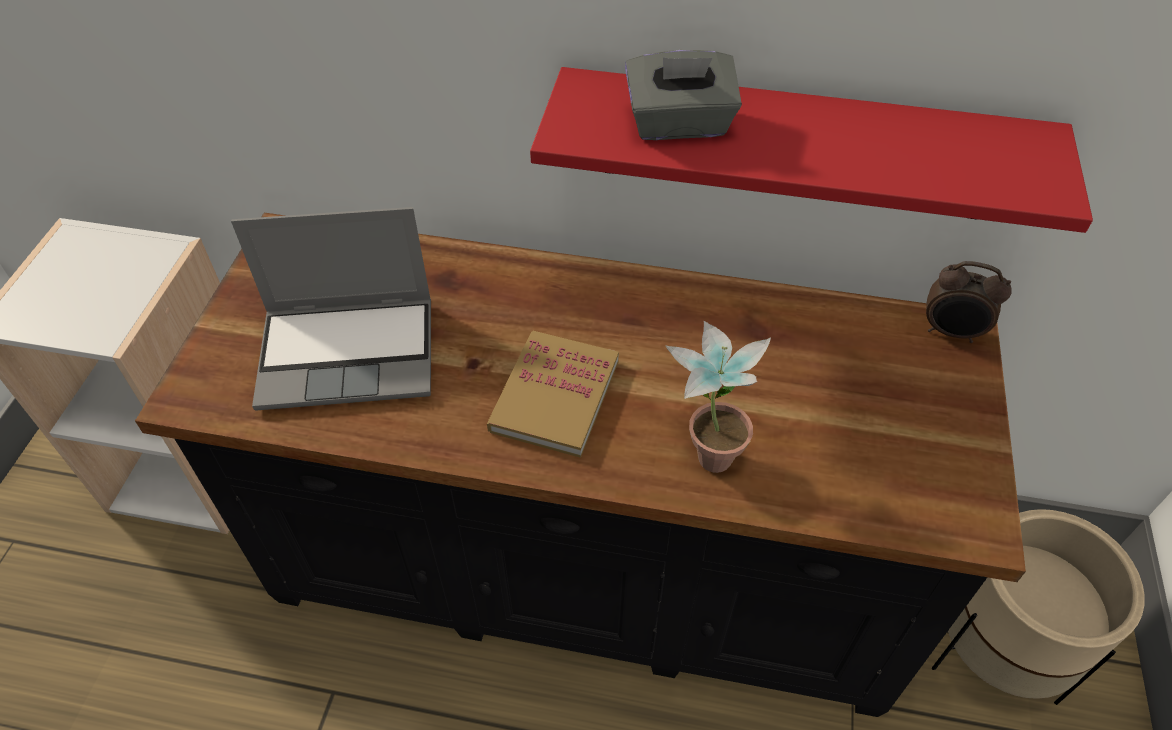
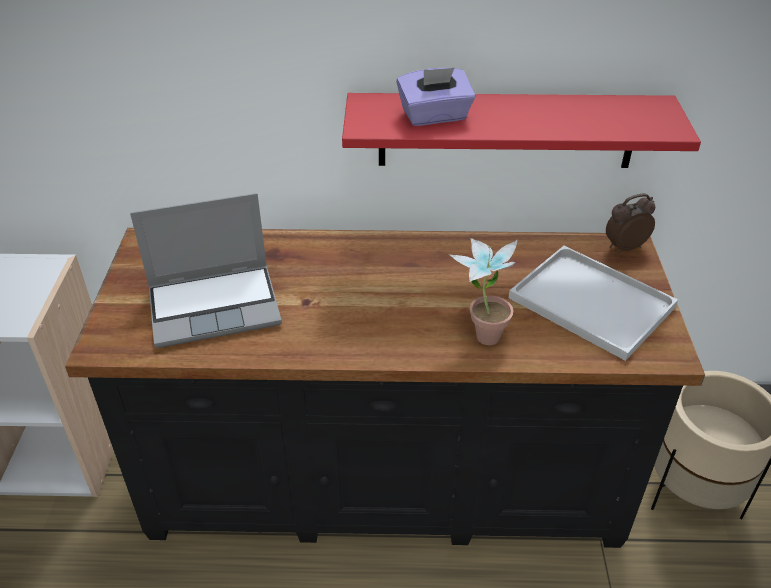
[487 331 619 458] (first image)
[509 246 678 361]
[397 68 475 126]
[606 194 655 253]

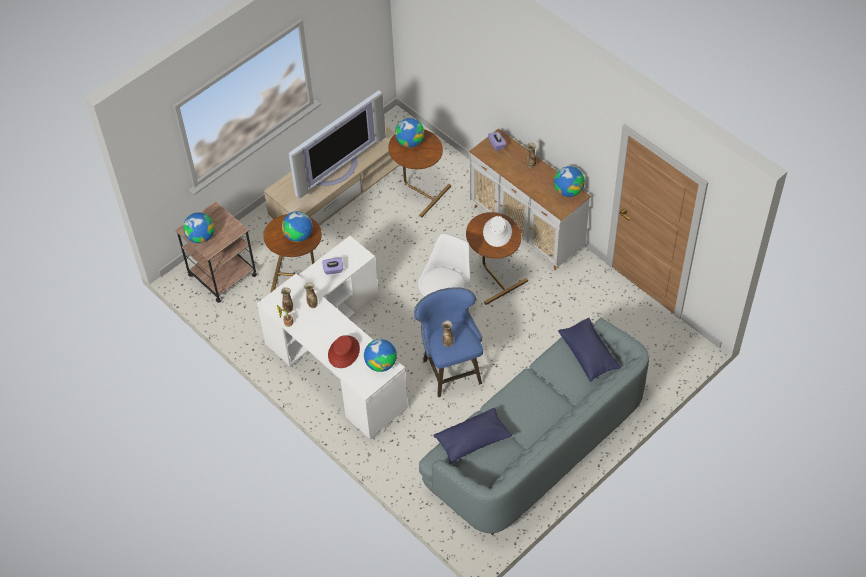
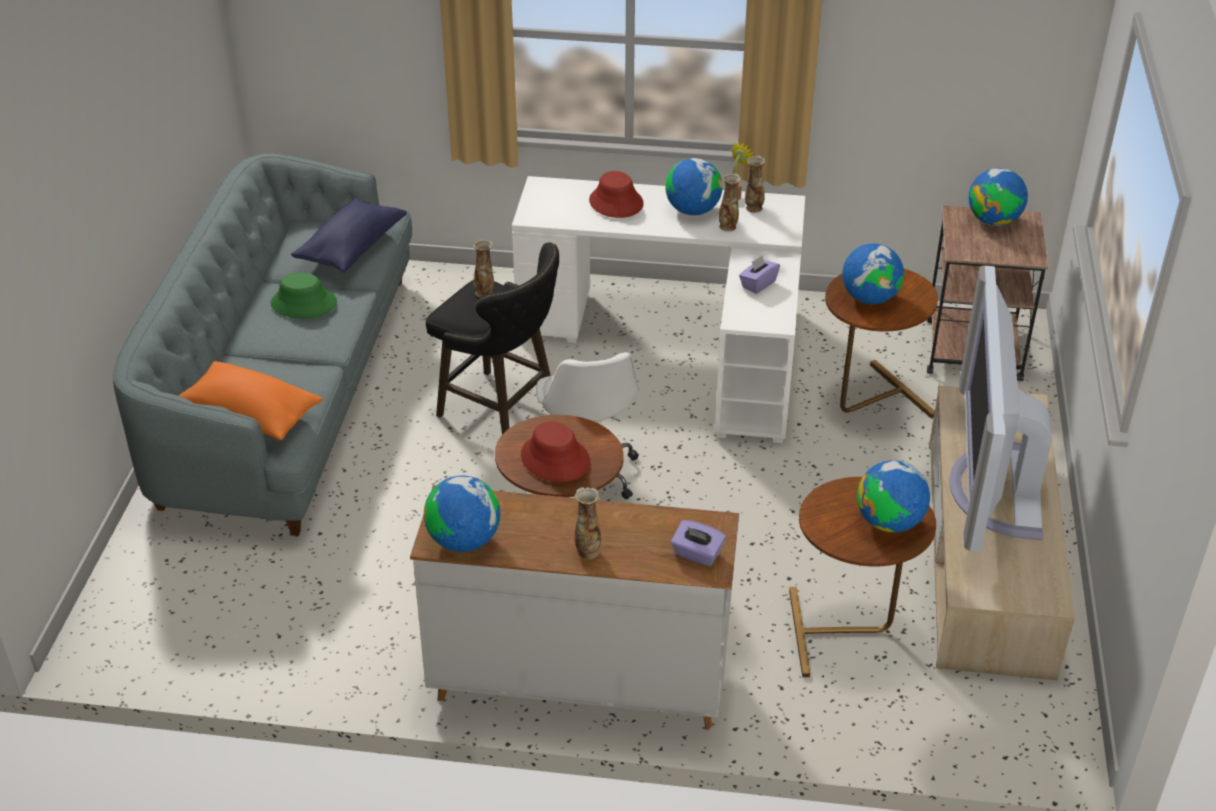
[271 272 337 318]
[666 158 722 216]
[426 242 559 434]
[521 421 590 482]
[178 361 323 440]

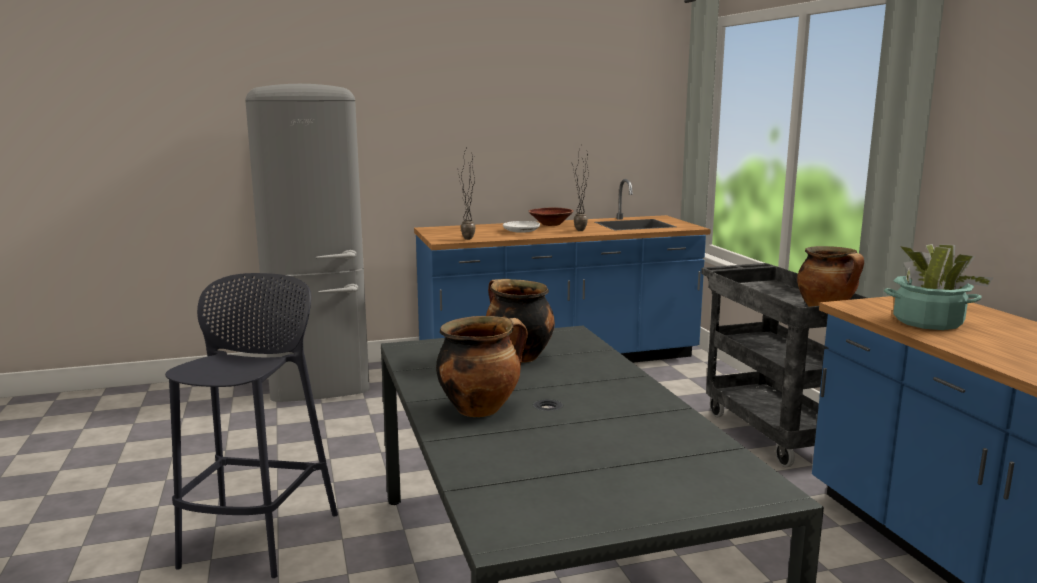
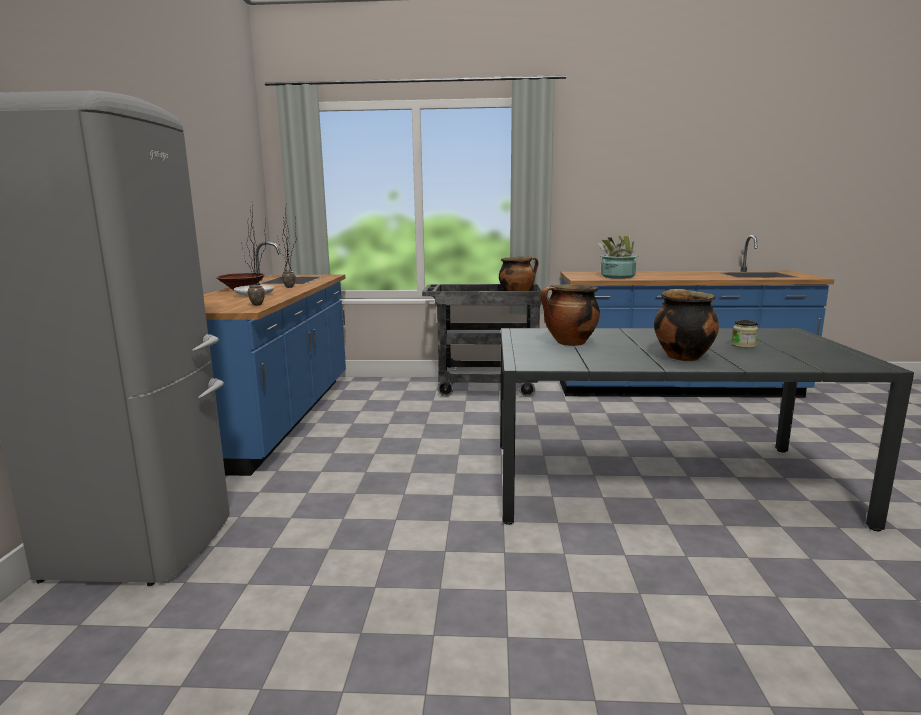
[165 273 338 578] (first image)
[731 320 759 348]

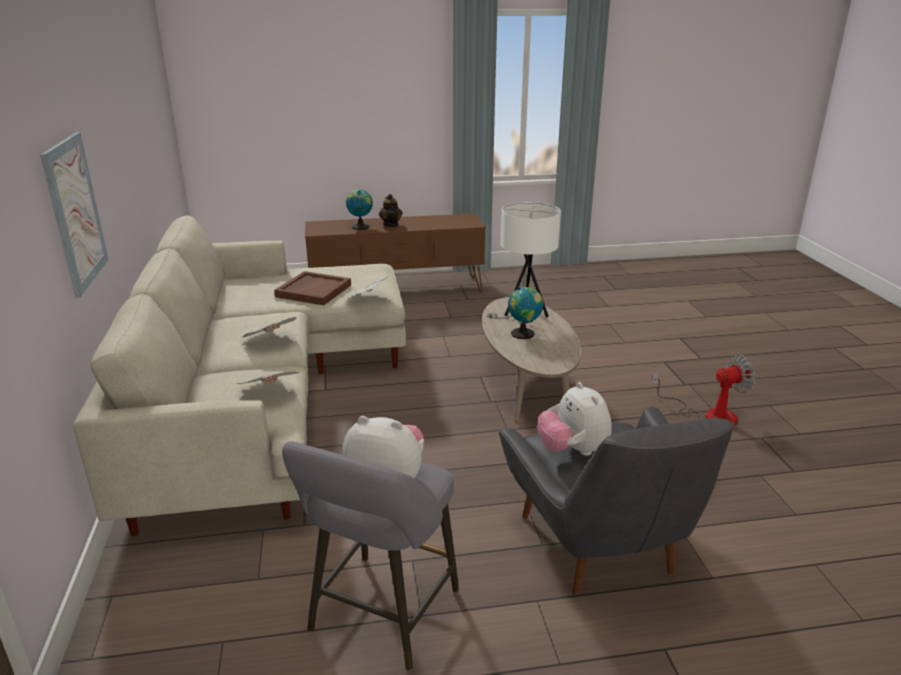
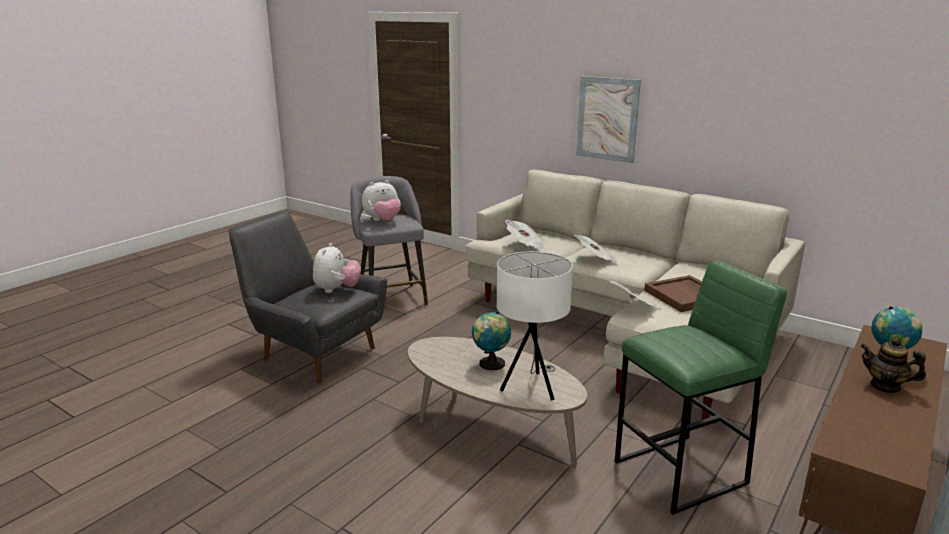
[652 354 756 425] (first image)
[615 261 787 515]
[313 243 361 293]

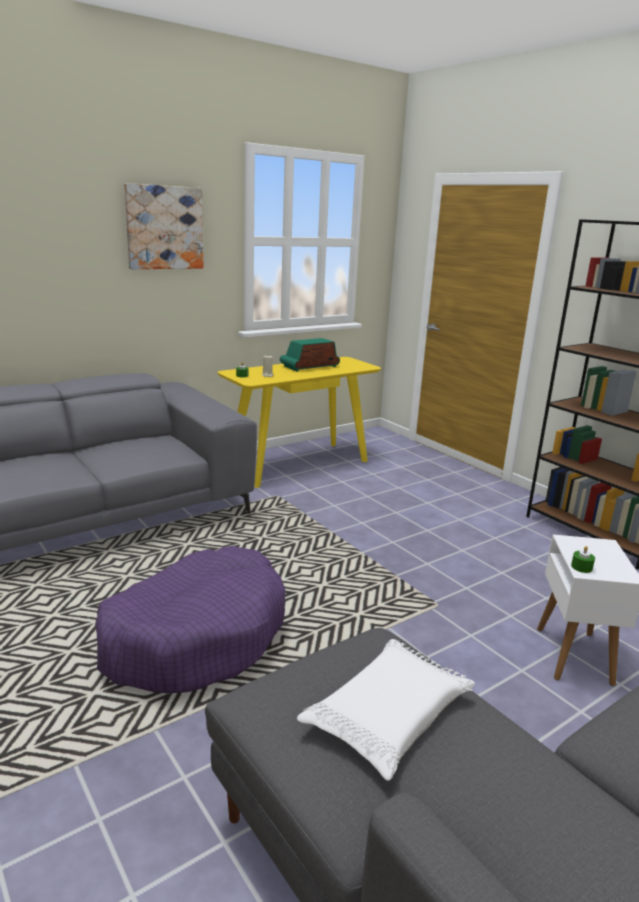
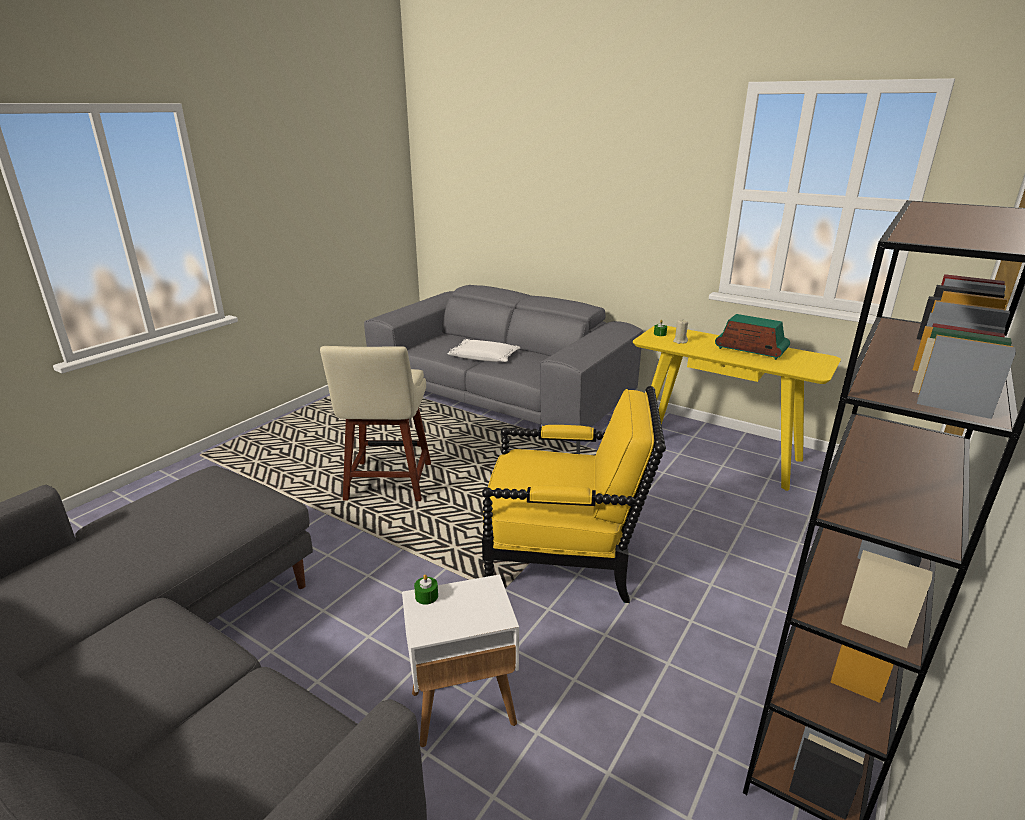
[124 183 203 269] (first image)
[482 386 666 603]
[448 339 520 362]
[320 346 431 501]

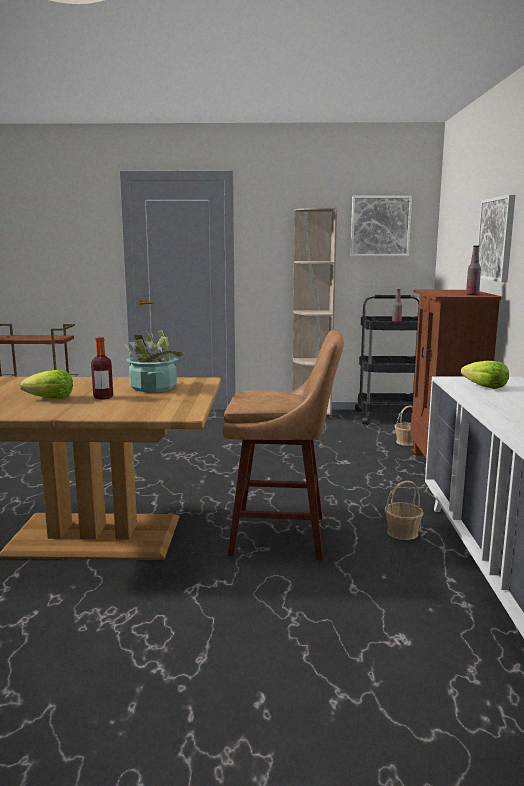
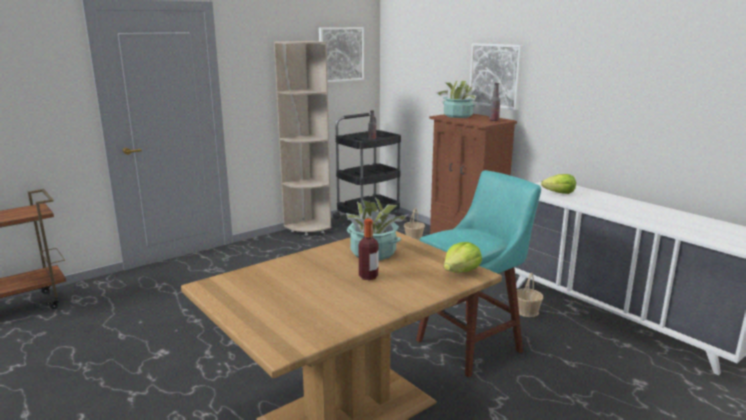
[435 80 476 118]
[444 242 482 273]
[416 170 541 378]

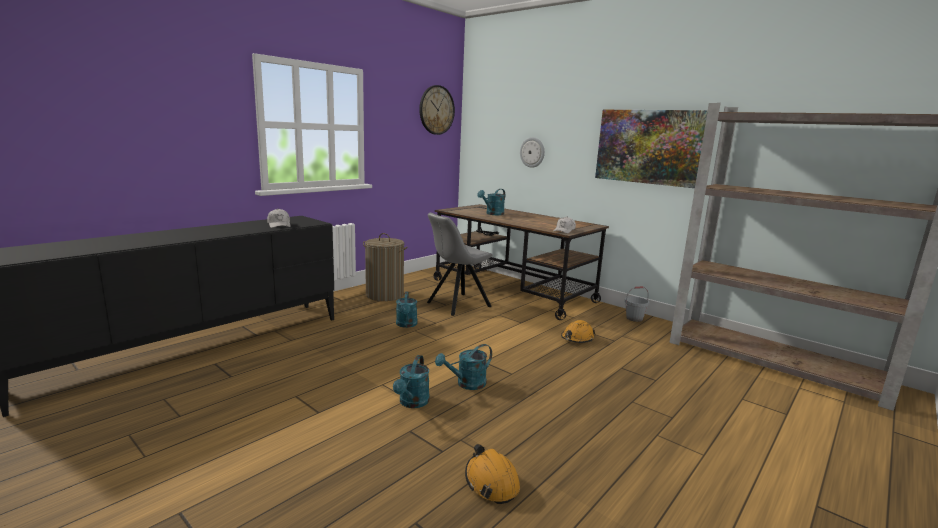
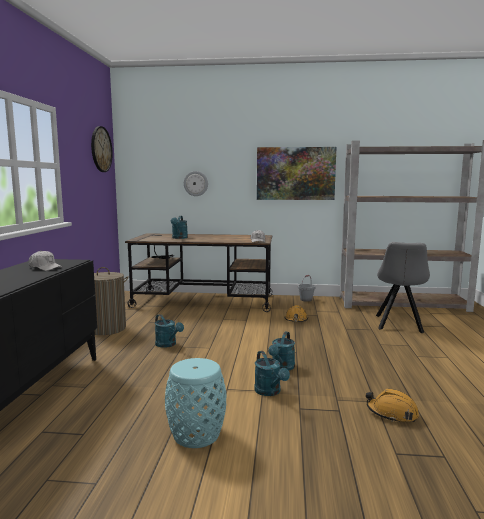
[165 358 226 448]
[376 242 430 333]

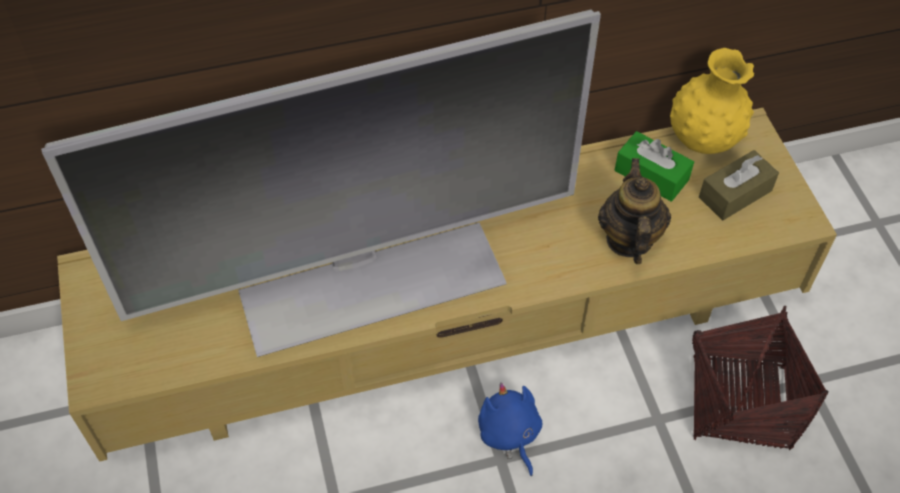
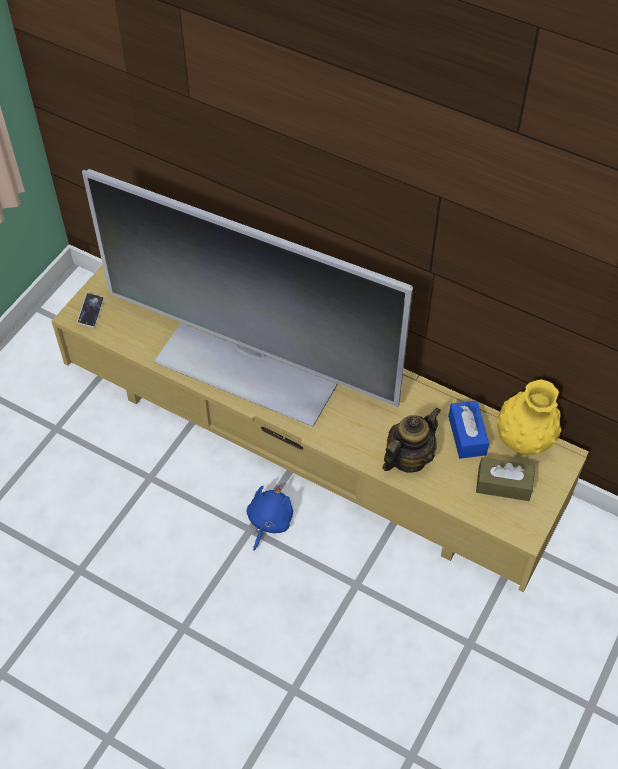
[692 306 828 451] (first image)
[77 293 104 328]
[448 401 489 459]

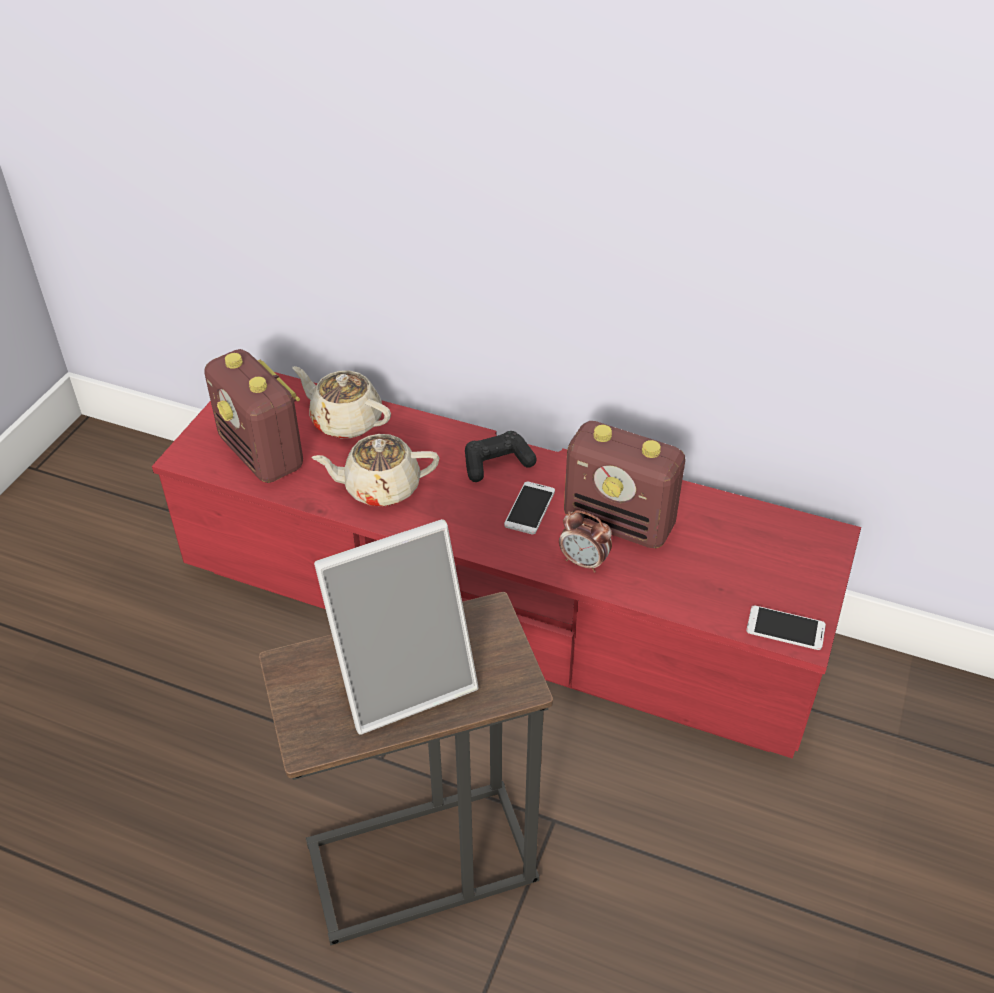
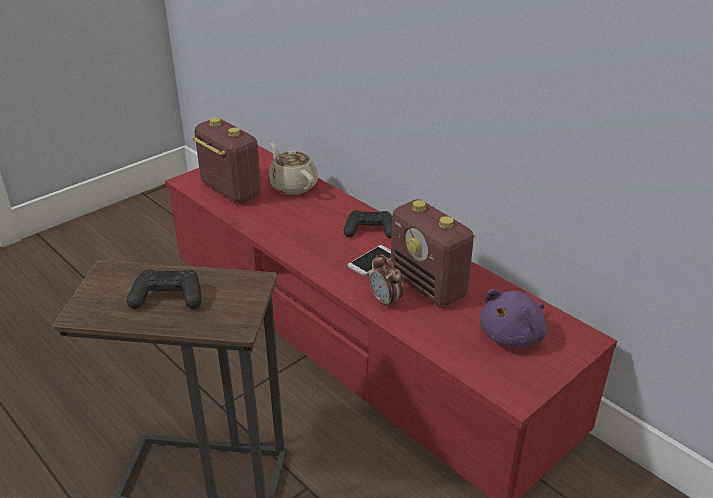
[311 434 440 506] (first image)
[746 605 826 650] (first image)
[480 289 547 347]
[127 269 202 309]
[192 117 261 204]

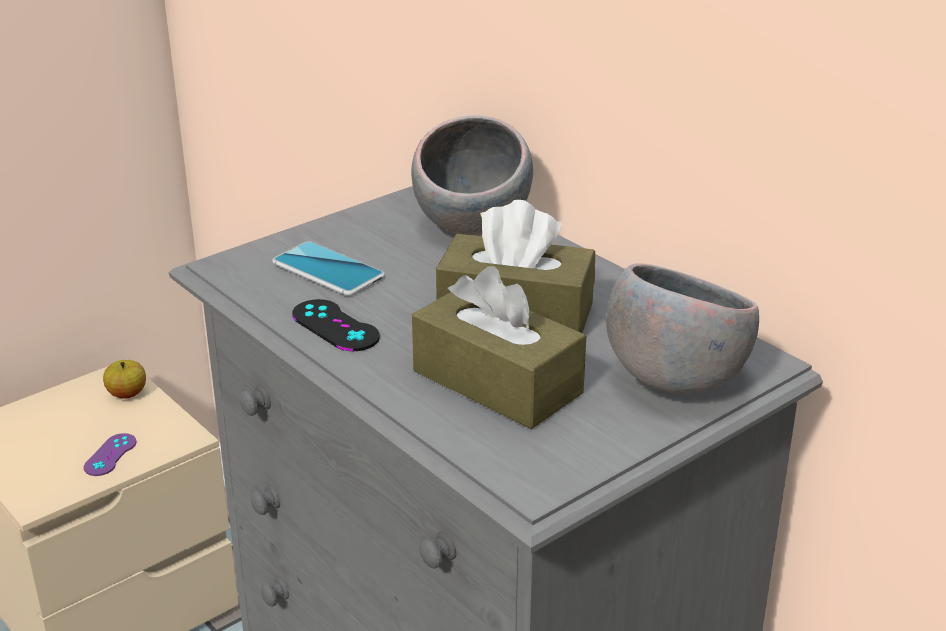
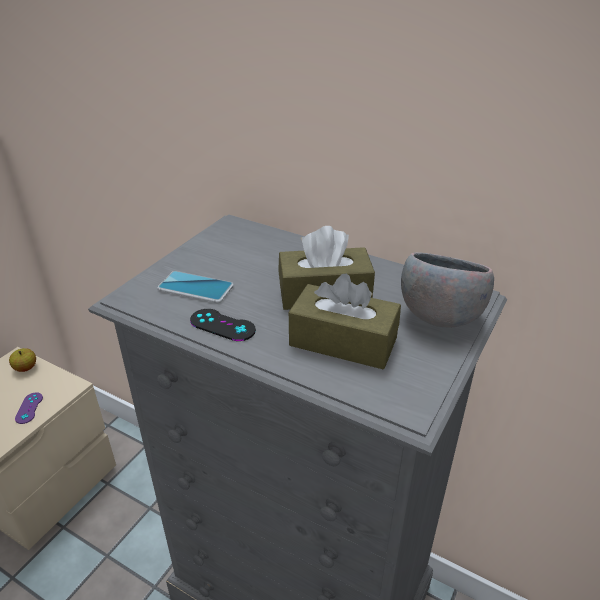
[411 115 533 235] (first image)

